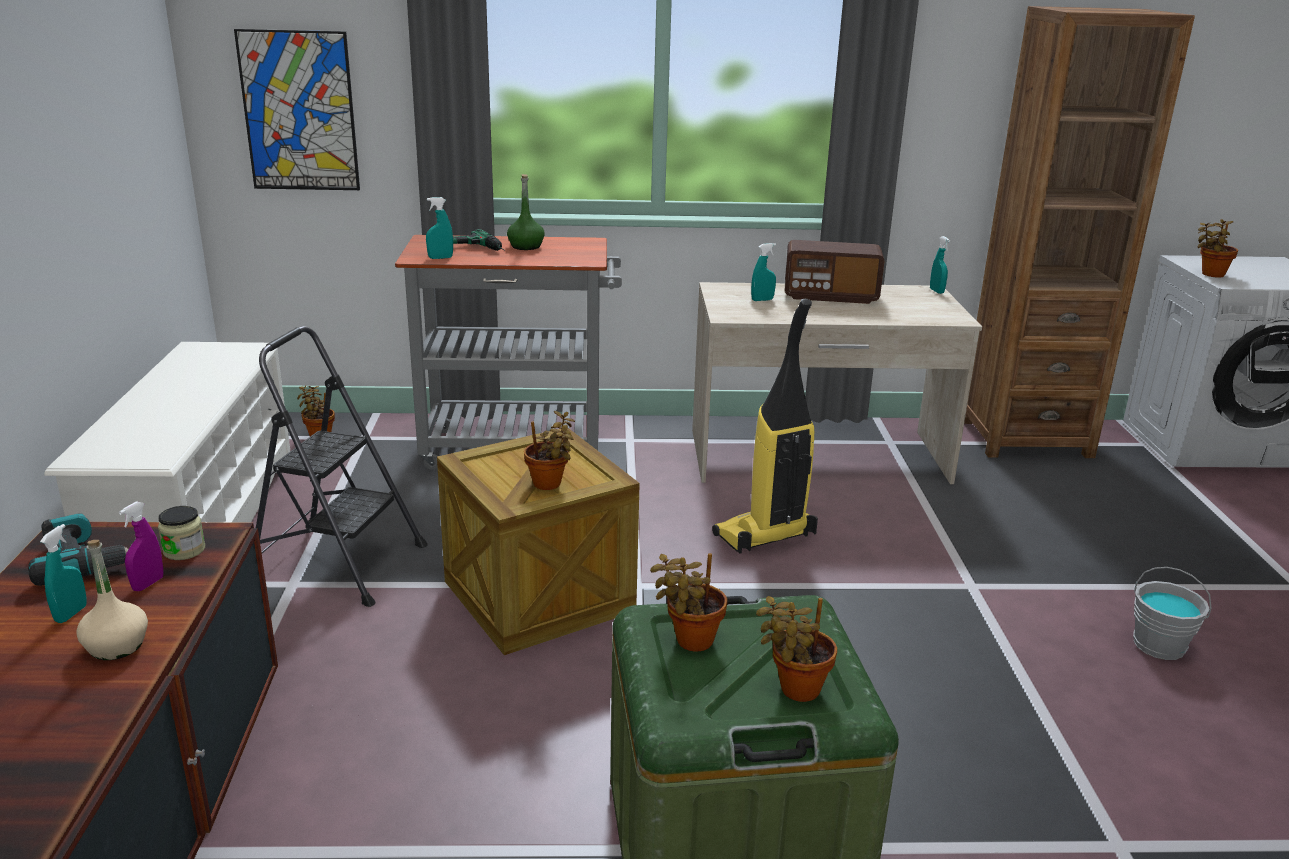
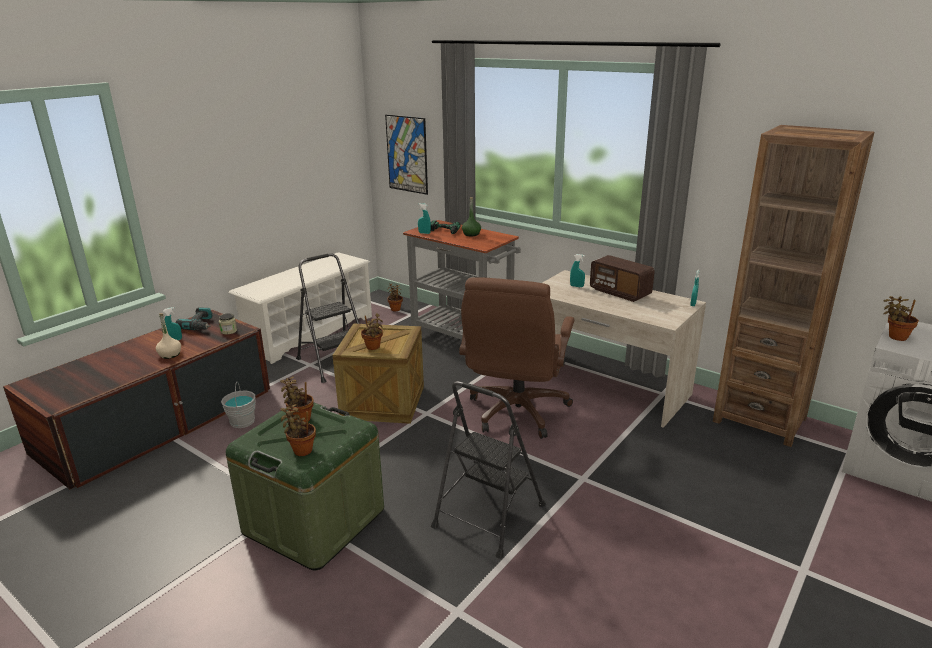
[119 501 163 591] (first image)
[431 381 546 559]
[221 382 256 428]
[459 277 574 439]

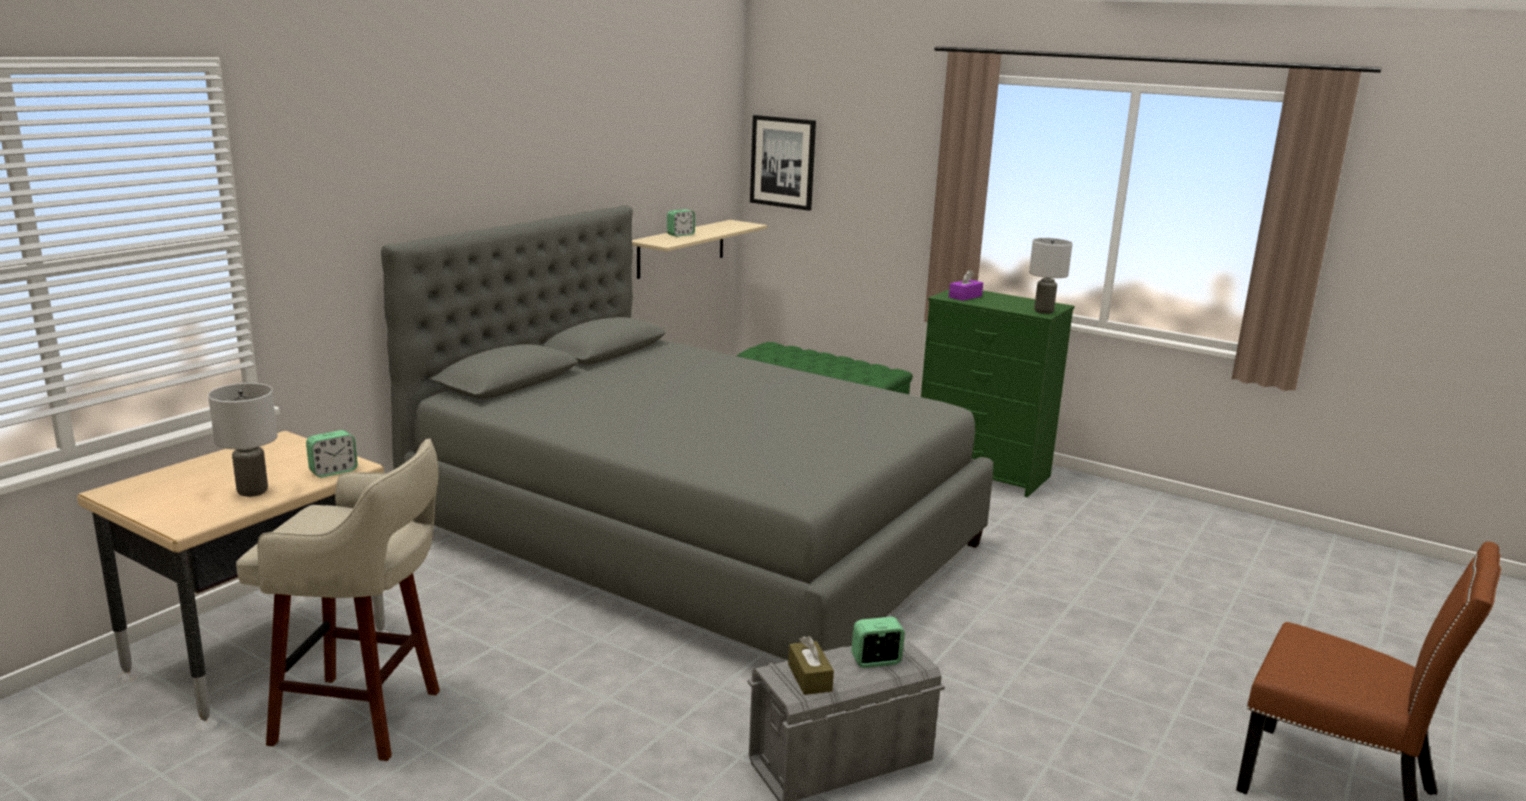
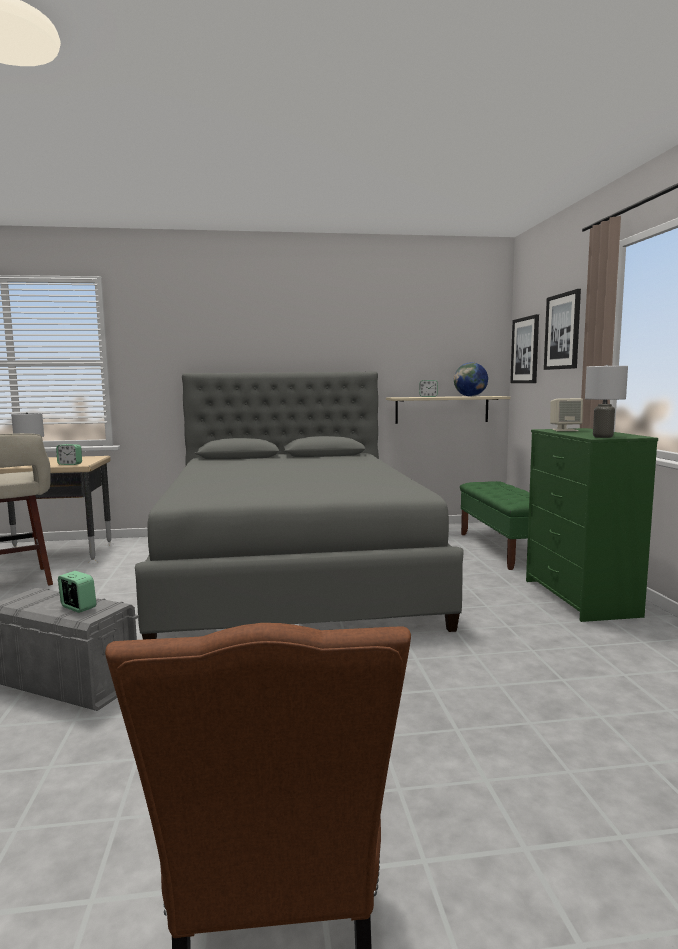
[788 636 834 695] (first image)
[454 362 488 396]
[544 289 581 370]
[550 398 583 431]

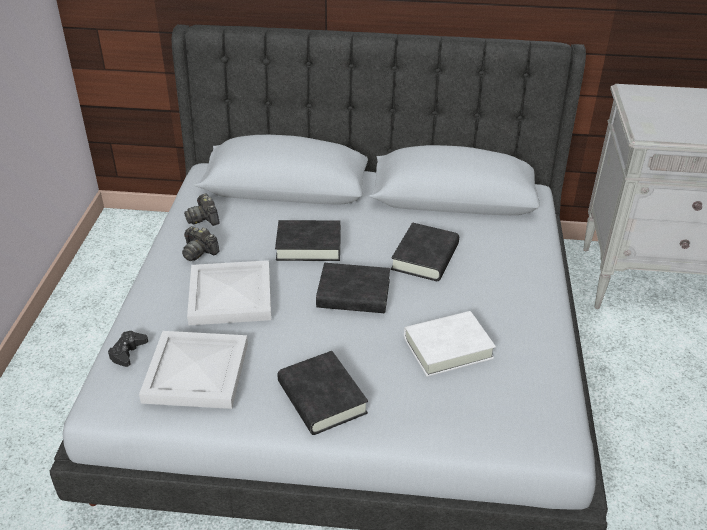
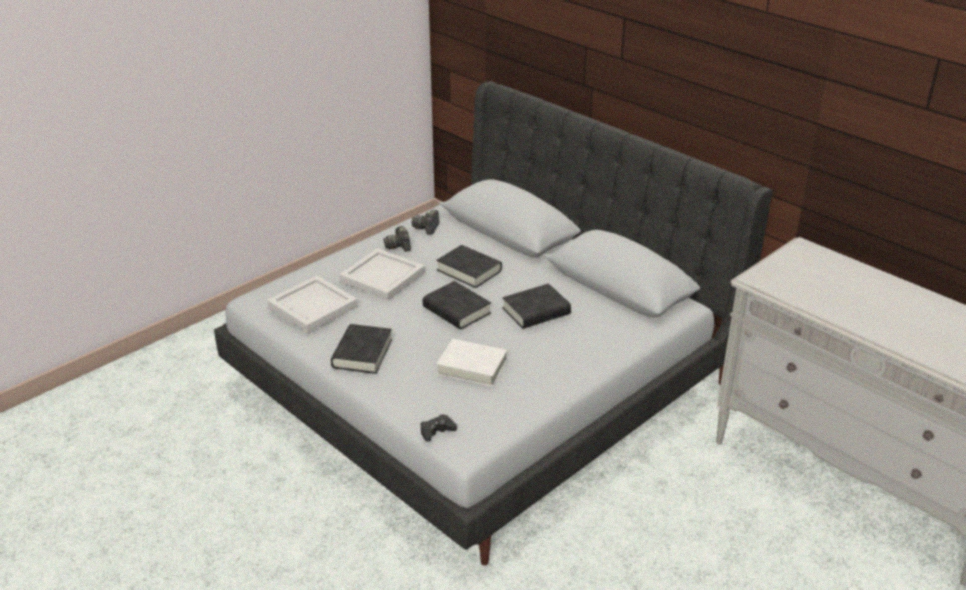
[421 414 457 442]

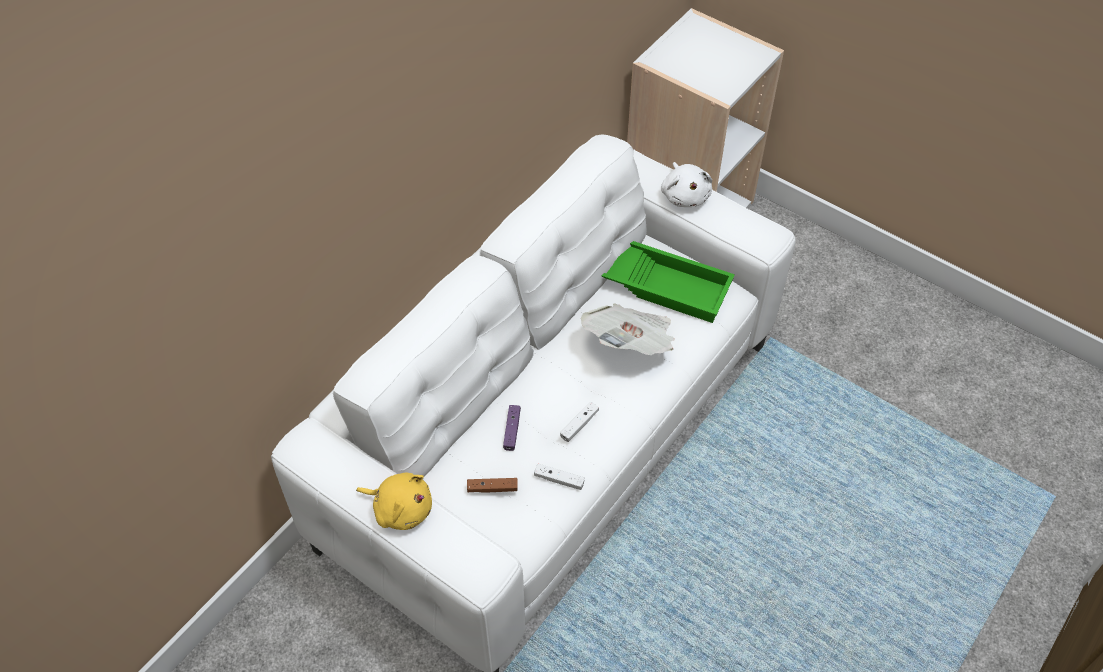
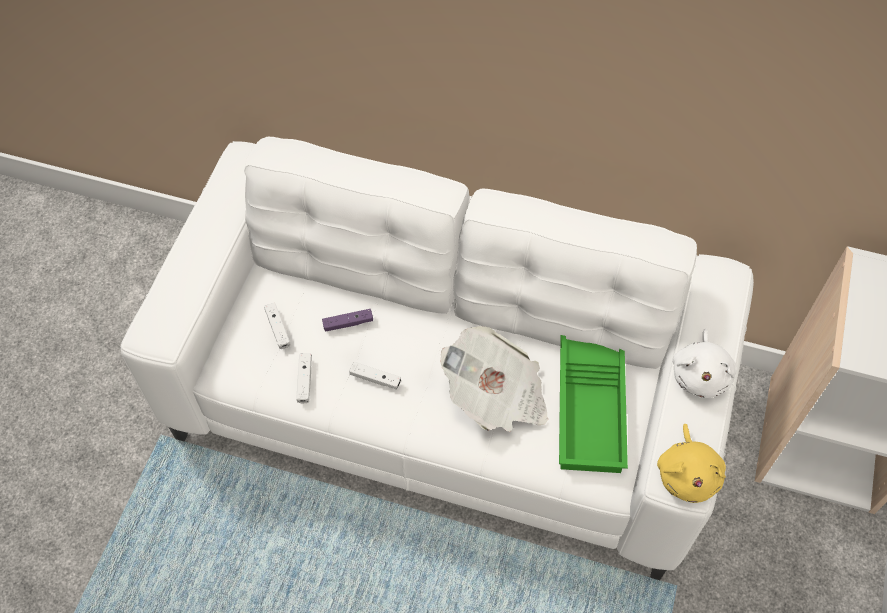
[657 424 726 503]
[264 303 290 349]
[673 329 737 398]

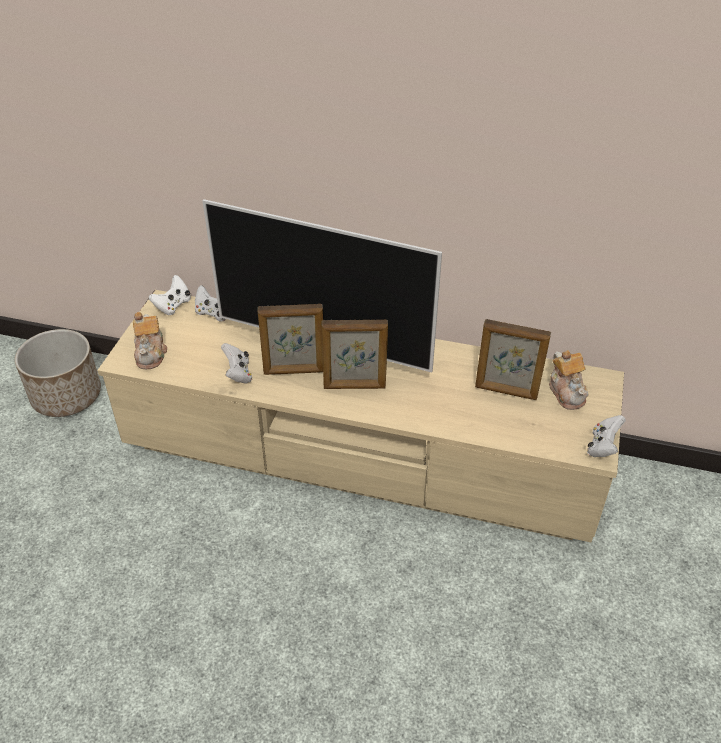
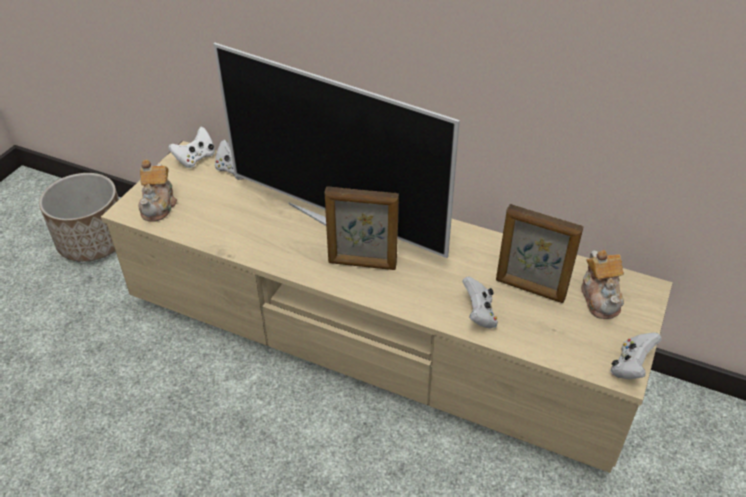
[257 304 323 375] (first image)
[462 276 498 328]

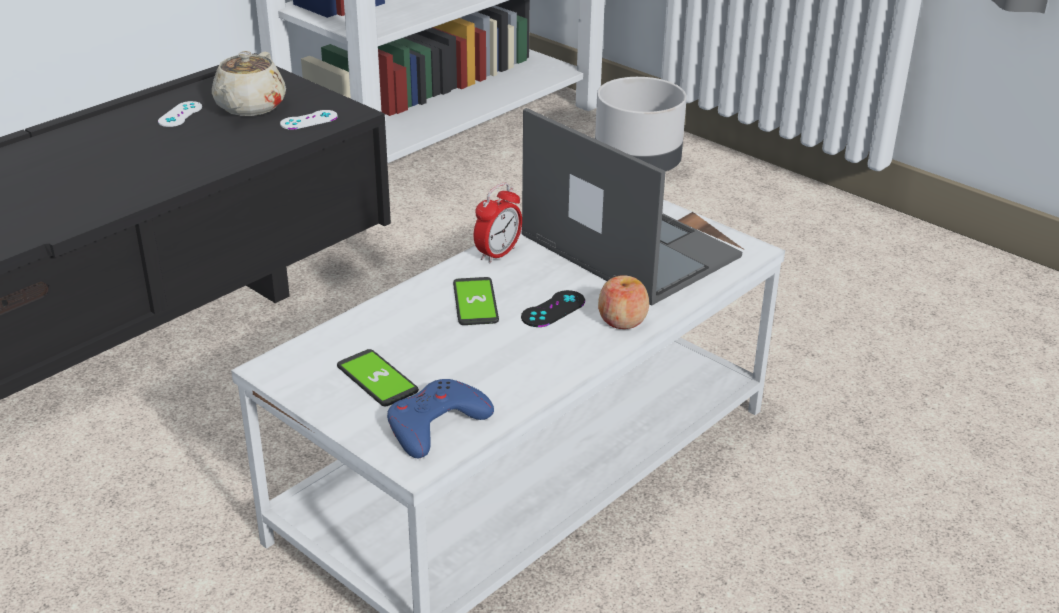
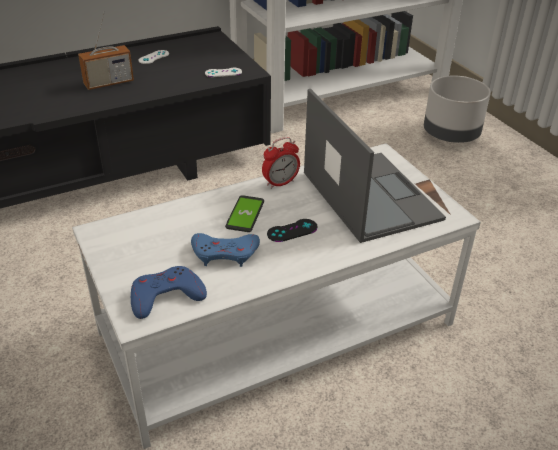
[212 51 286 116] (first image)
[337 349 419 407] (first image)
[598 275 649 329] (first image)
[78 11 134 90]
[191 233 260 267]

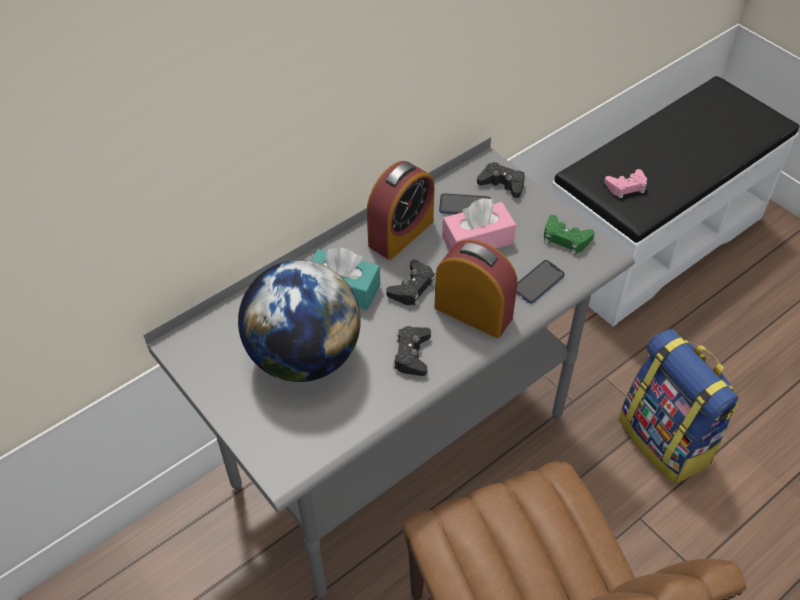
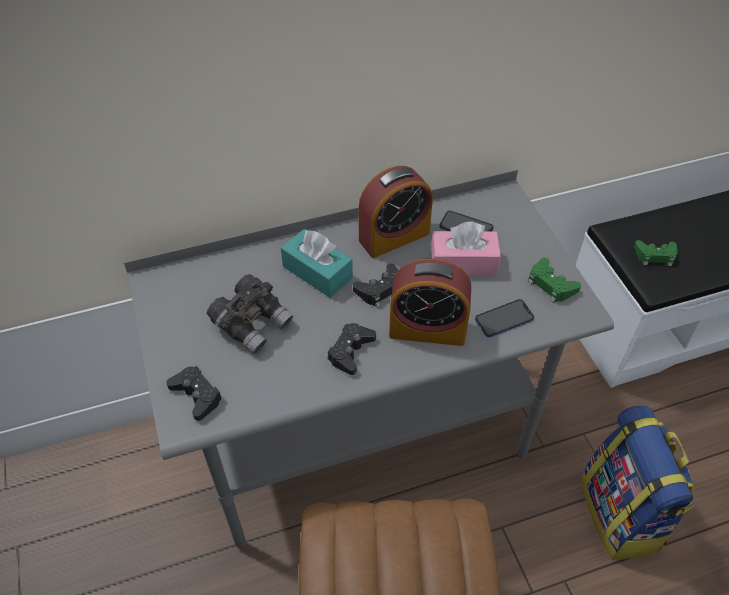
[166 366 223 421]
[207 274 293 354]
[634 240 678 266]
[389 259 471 346]

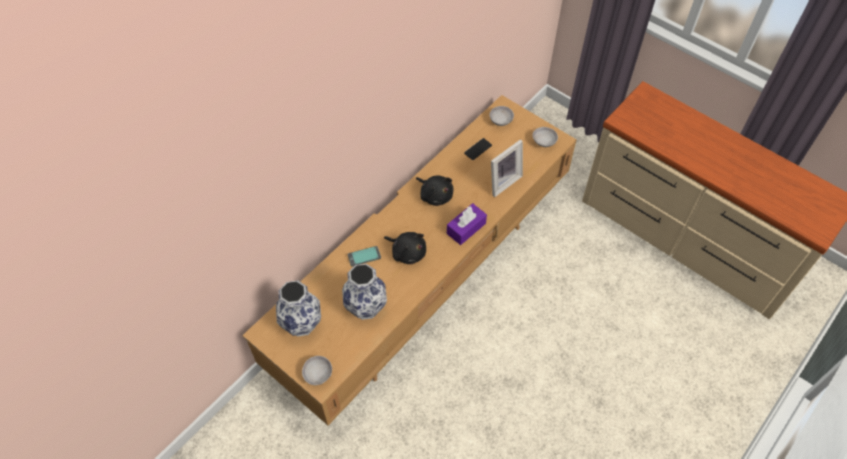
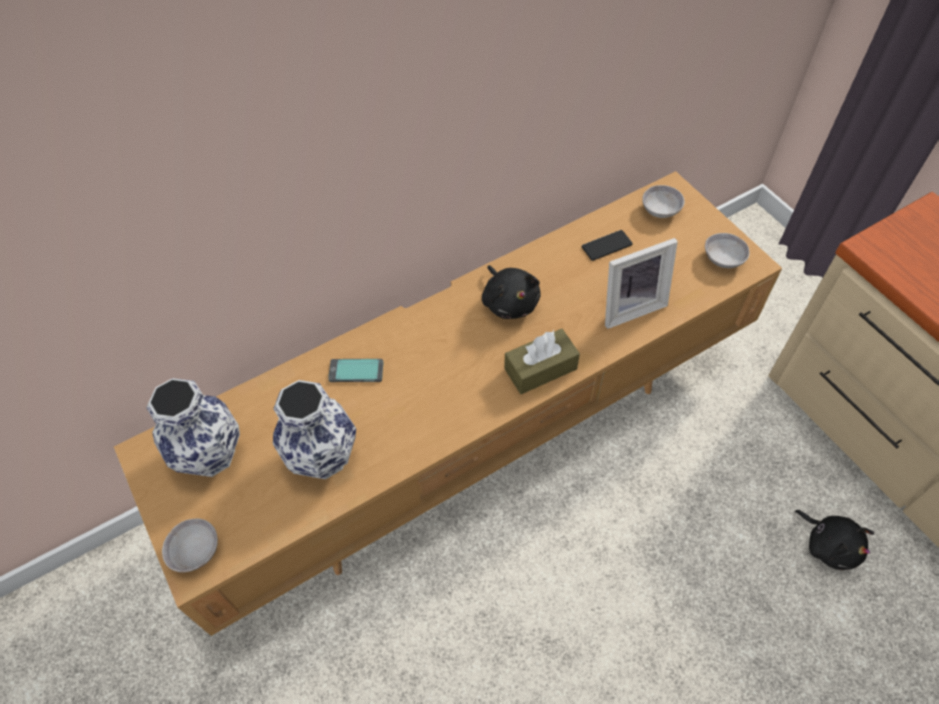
[795 510 874 570]
[504 329 580 394]

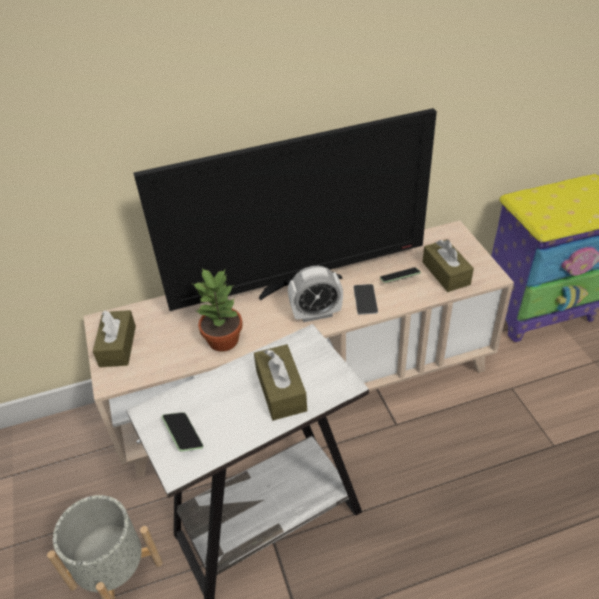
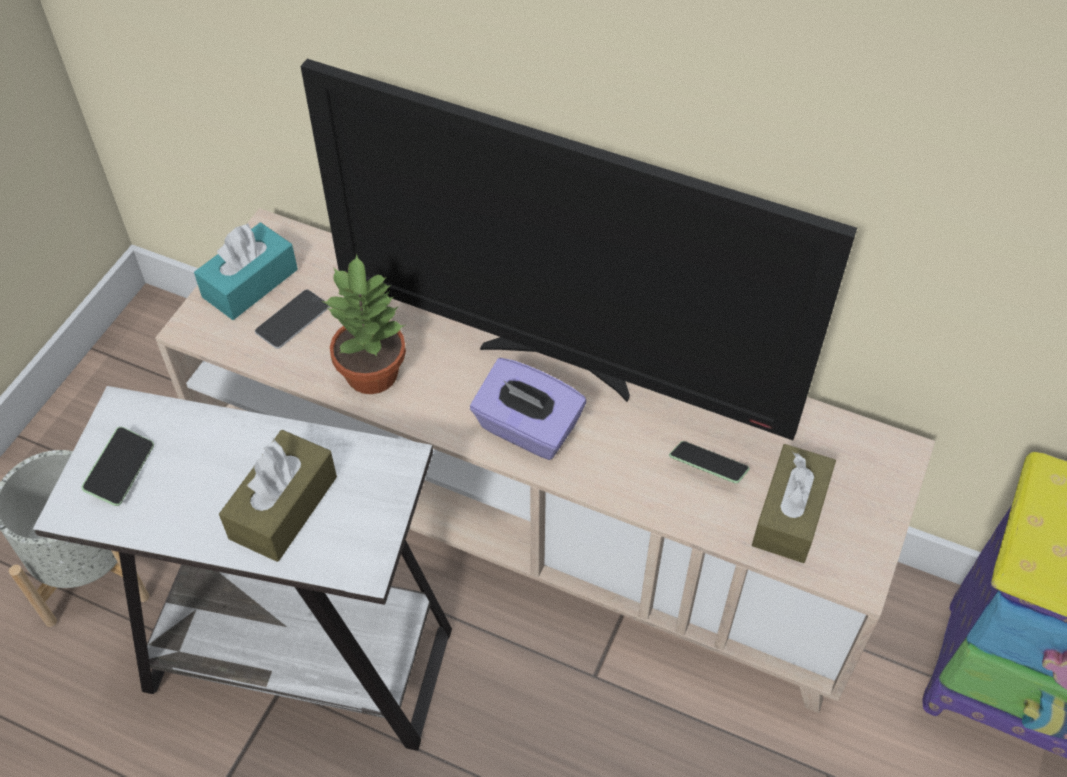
[255 289 329 349]
[470 358 586 460]
[194 223 298 320]

